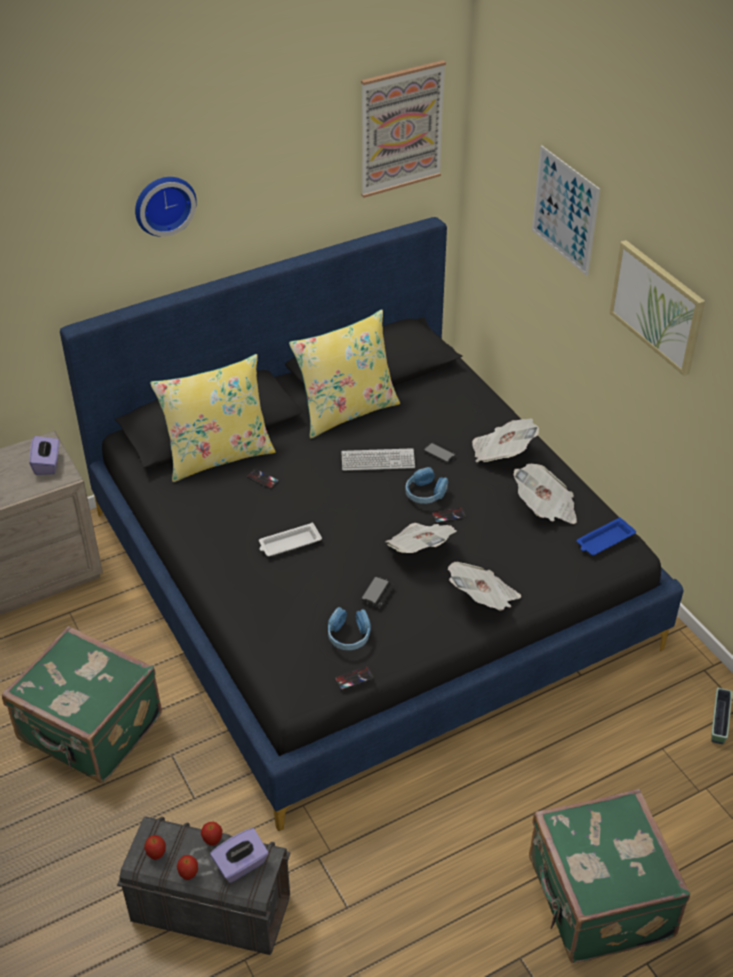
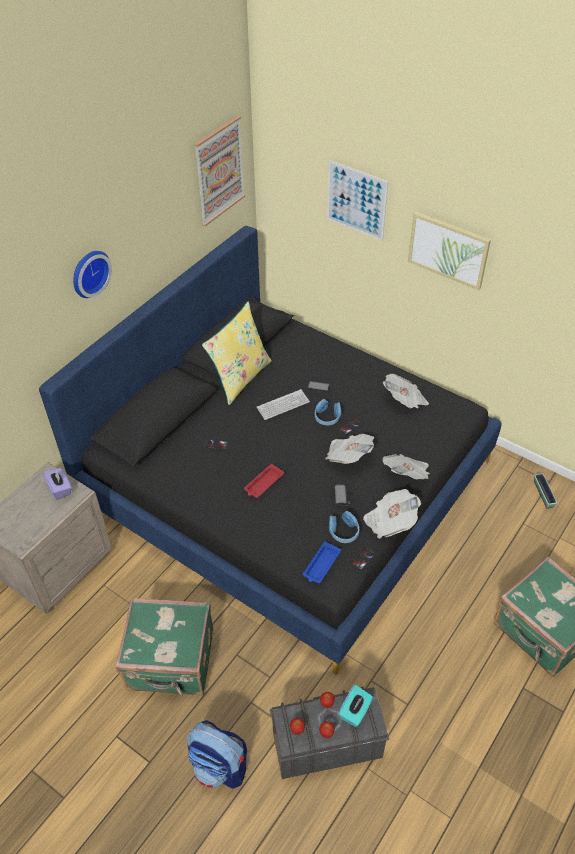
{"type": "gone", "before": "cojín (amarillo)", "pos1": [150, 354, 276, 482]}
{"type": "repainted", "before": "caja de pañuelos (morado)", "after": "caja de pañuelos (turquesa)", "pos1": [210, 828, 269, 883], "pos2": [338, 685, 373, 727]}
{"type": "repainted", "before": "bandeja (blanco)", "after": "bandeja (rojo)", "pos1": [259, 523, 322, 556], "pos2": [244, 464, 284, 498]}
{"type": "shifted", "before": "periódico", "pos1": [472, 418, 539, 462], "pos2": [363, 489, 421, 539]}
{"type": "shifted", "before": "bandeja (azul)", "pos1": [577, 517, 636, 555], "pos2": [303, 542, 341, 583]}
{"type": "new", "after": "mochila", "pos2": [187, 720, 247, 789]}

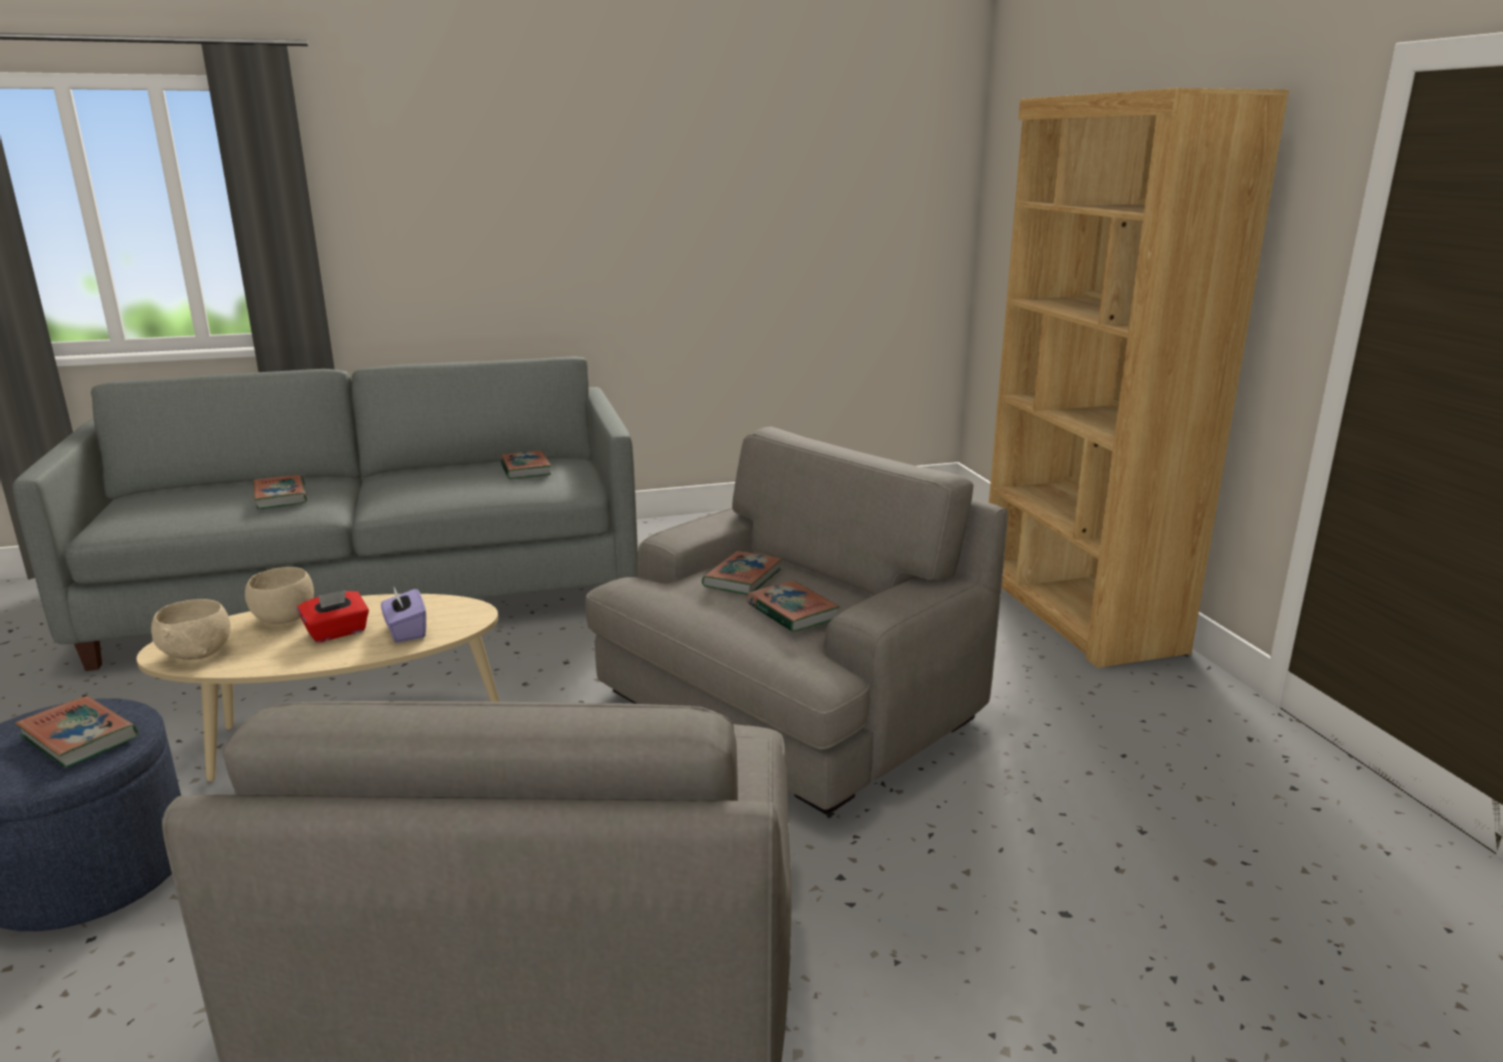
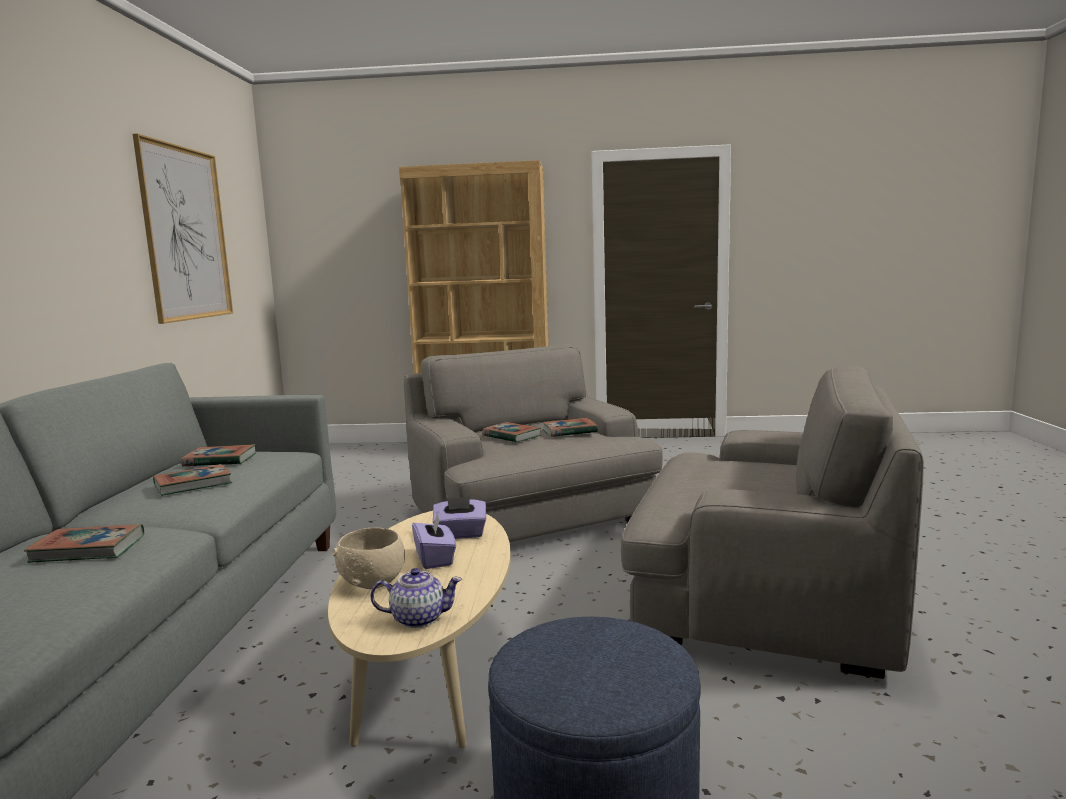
{"type": "shifted", "before": "libro", "pos1": [15, 696, 138, 768], "pos2": [153, 464, 232, 496]}
{"type": "swapped", "before": "cuenco (beis)", "after": "tetera", "pos1": [151, 599, 231, 660], "pos2": [370, 568, 462, 628]}
{"type": "repainted", "before": "caja de pañuelos (rojo)", "after": "caja de pañuelos (morado)", "pos1": [297, 590, 369, 643], "pos2": [412, 512, 456, 569]}
{"type": "new", "after": "cuadro", "pos2": [133, 134, 233, 324]}

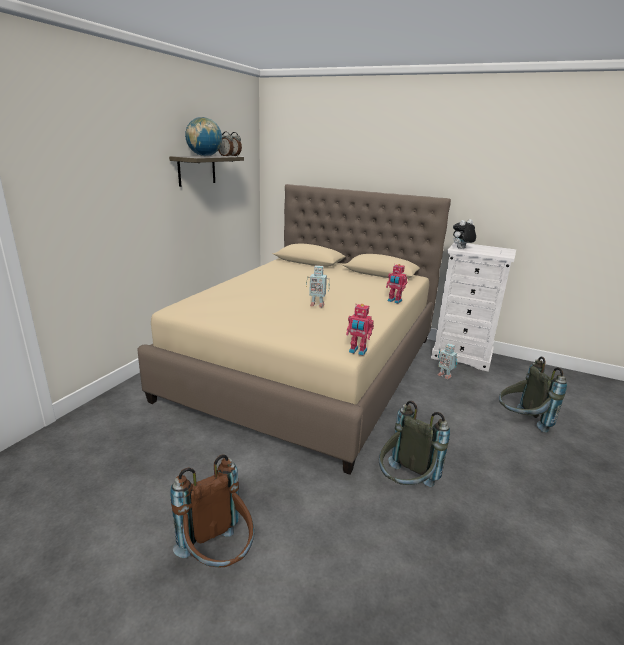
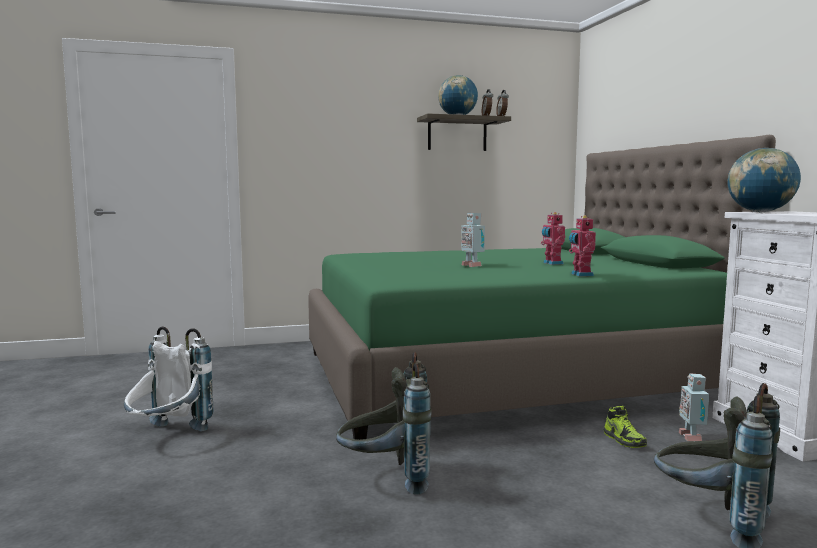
{"type": "repainted", "before": "cama (beis)", "after": "cama (verde)", "pos1": [137, 184, 451, 475], "pos2": [308, 135, 776, 440]}
{"type": "repainted", "before": "mochila (marrón)", "after": "mochila (blanco)", "pos1": [170, 454, 254, 567], "pos2": [124, 326, 214, 431]}
{"type": "shifted", "before": "robot de juguete", "pos1": [346, 304, 374, 356], "pos2": [541, 212, 565, 265]}
{"type": "swapped", "before": "peluche", "after": "globo terráqueo", "pos1": [453, 219, 476, 249], "pos2": [727, 148, 801, 212]}
{"type": "new", "after": "zapato", "pos2": [604, 406, 647, 448]}

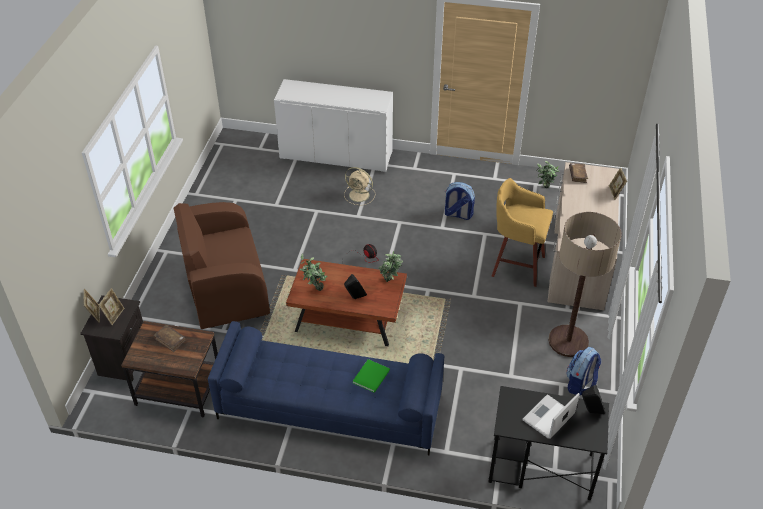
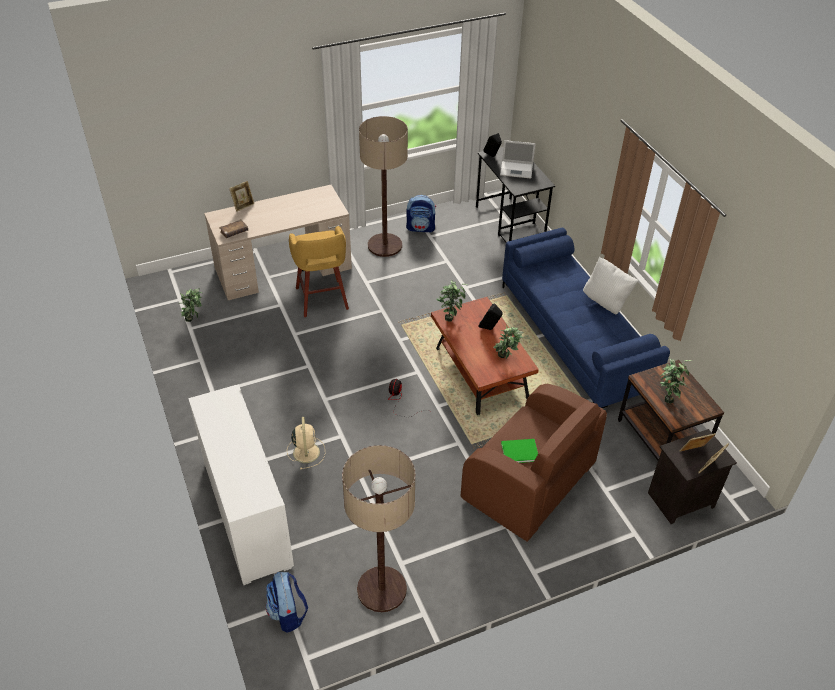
{"type": "swapped", "before": "libro (marrón)", "after": "planta en maceta", "pos1": [154, 325, 186, 352], "pos2": [660, 358, 692, 404]}
{"type": "shifted", "before": "libro (verde)", "pos1": [353, 359, 390, 393], "pos2": [501, 439, 538, 463]}
{"type": "shifted", "before": "mochila", "pos1": [445, 182, 475, 220], "pos2": [266, 572, 308, 633]}
{"type": "new", "after": "lámpara de pie", "pos2": [342, 445, 416, 612]}
{"type": "new", "after": "cojín (blanco)", "pos2": [583, 257, 638, 314]}

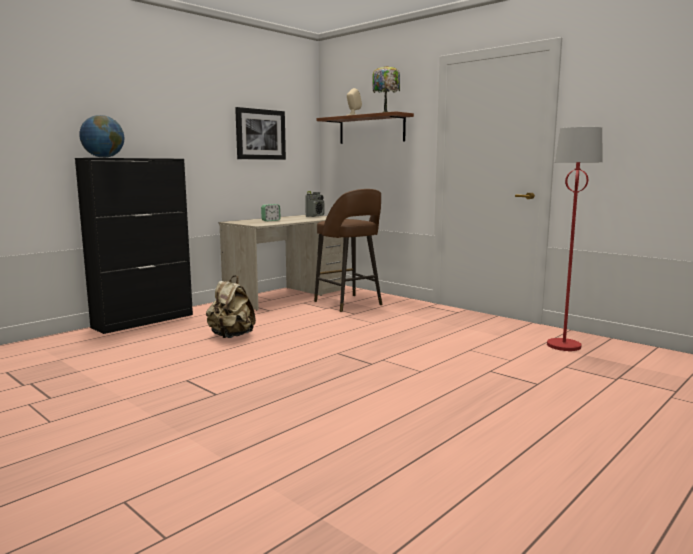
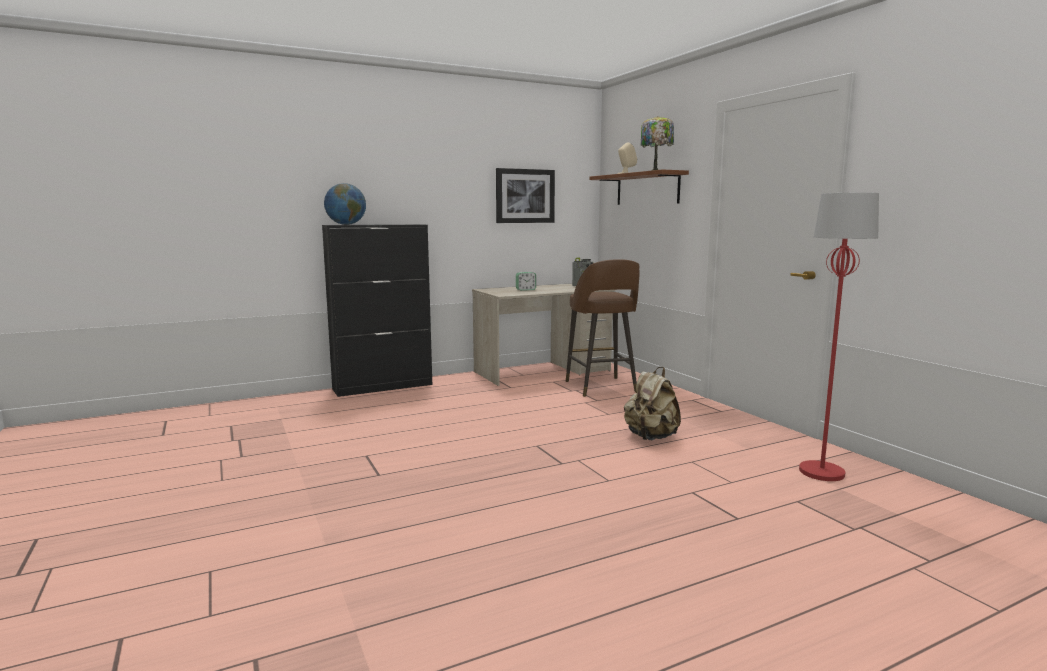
{"type": "shifted", "before": "mochila (beis)", "pos1": [206, 275, 256, 338], "pos2": [624, 367, 681, 440]}

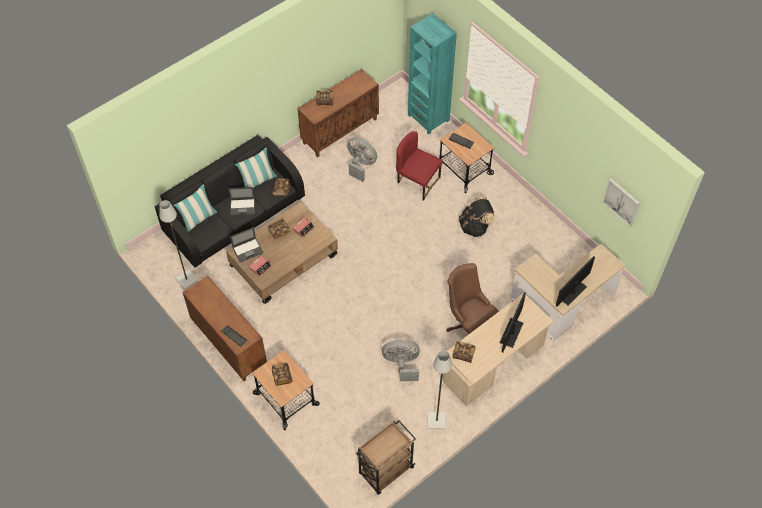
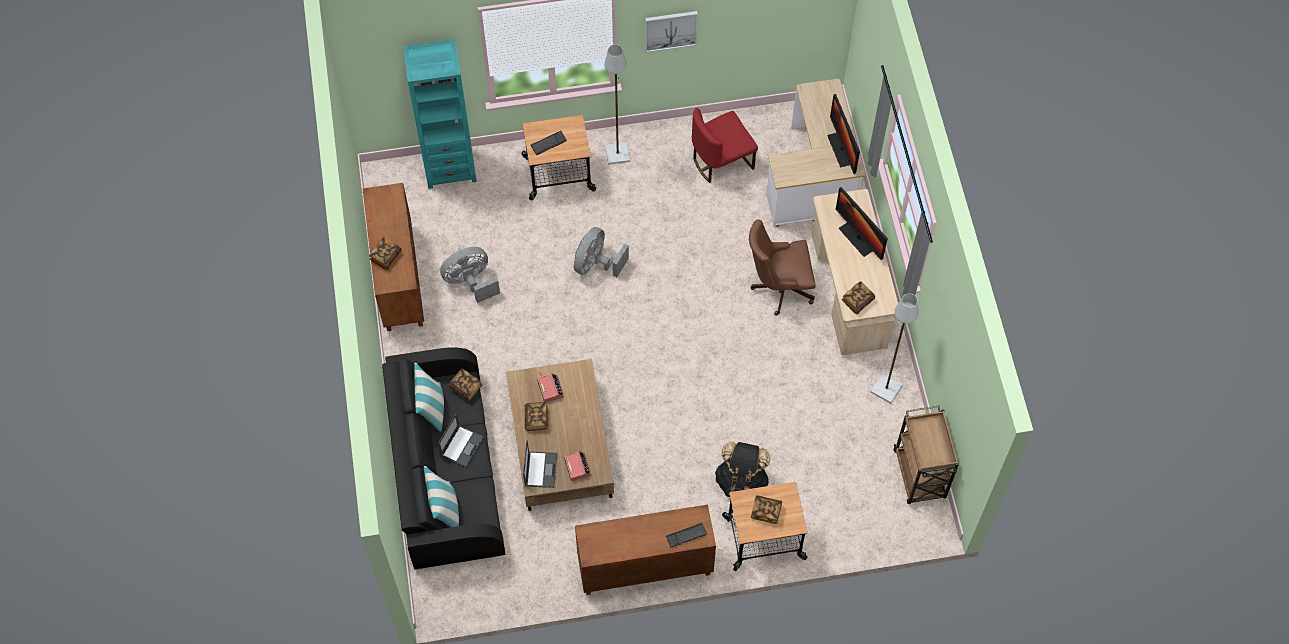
{"type": "shifted", "before": "lámpara de pie (gris)", "pos1": [159, 200, 198, 290], "pos2": [604, 44, 630, 165]}
{"type": "shifted", "before": "ventilador (gris)", "pos1": [382, 340, 420, 381], "pos2": [574, 227, 629, 277]}
{"type": "shifted", "before": "silla (rojo)", "pos1": [396, 131, 443, 201], "pos2": [692, 108, 758, 183]}
{"type": "shifted", "before": "mochila (negro)", "pos1": [459, 197, 495, 237], "pos2": [715, 442, 770, 497]}
{"type": "shifted", "before": "cuadro", "pos1": [602, 179, 640, 227], "pos2": [645, 11, 698, 52]}

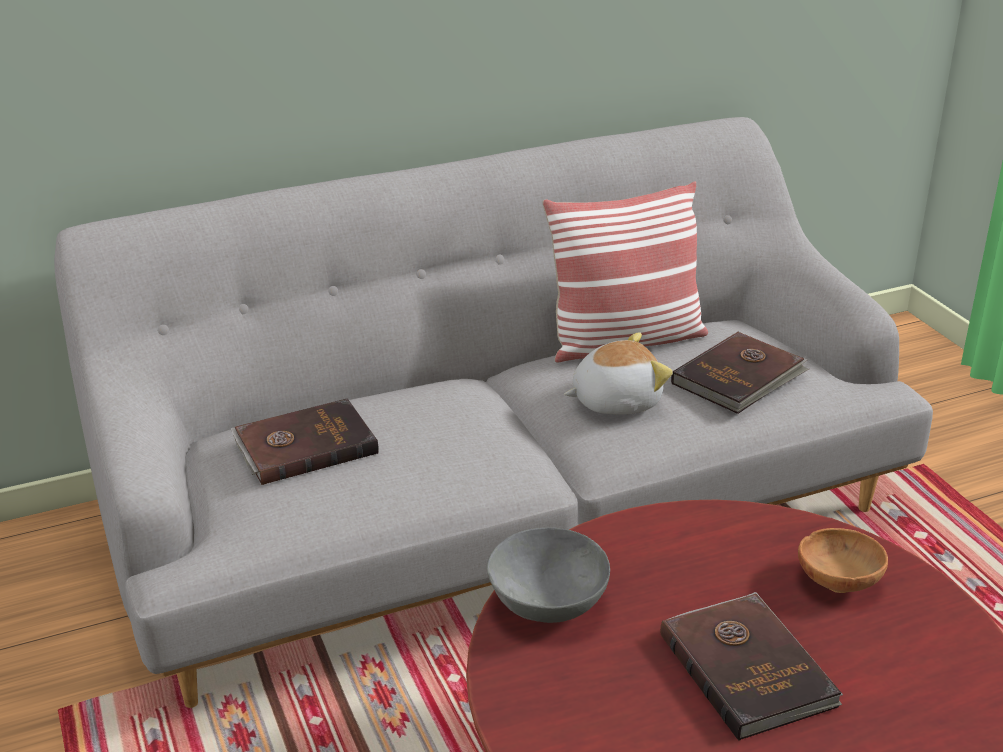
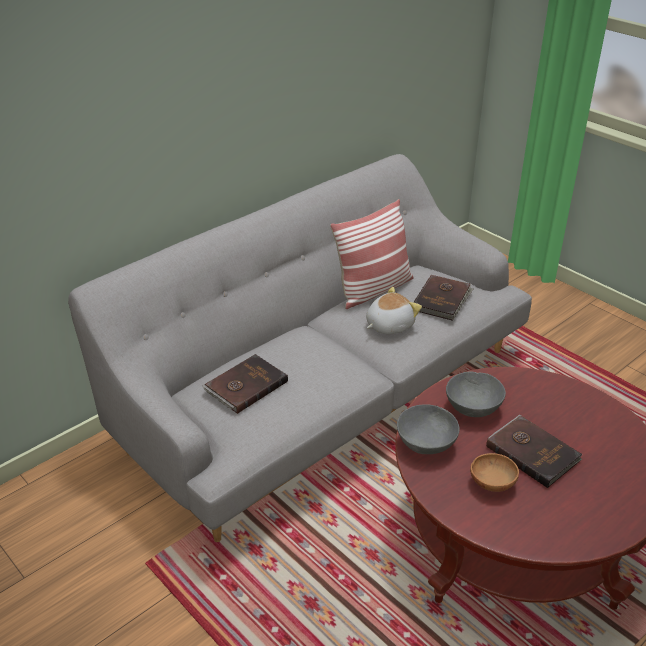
{"type": "shifted", "before": "cuenco (marrón)", "pos1": [798, 528, 888, 593], "pos2": [470, 453, 519, 492]}
{"type": "new", "after": "cuenco (gris)", "pos2": [446, 371, 506, 417]}

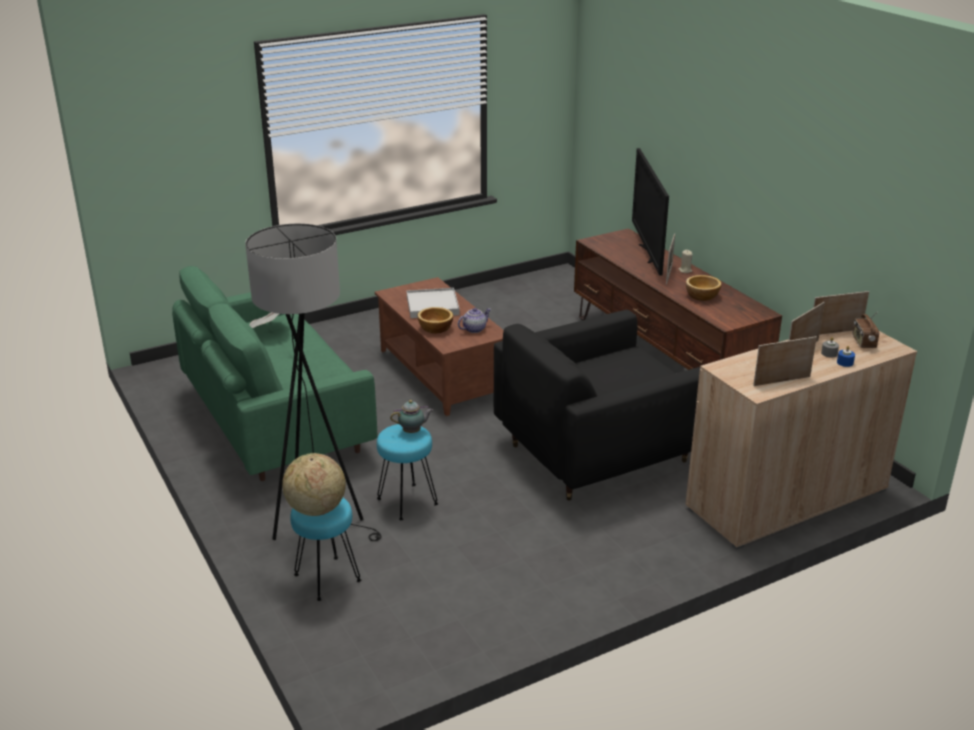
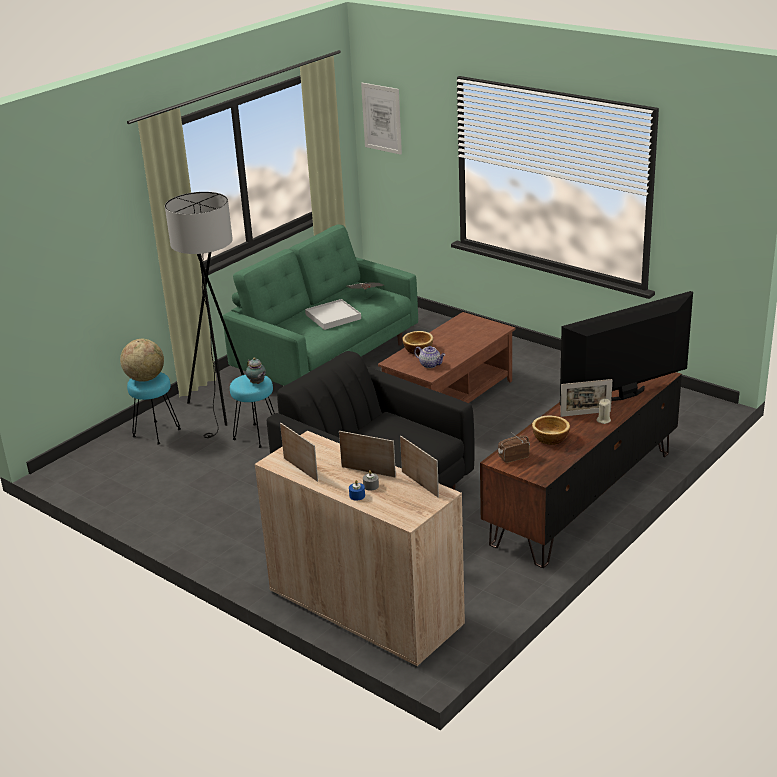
{"type": "shifted", "before": "bandeja (blanco)", "pos1": [407, 288, 460, 318], "pos2": [305, 299, 361, 330]}
{"type": "shifted", "before": "radio", "pos1": [852, 312, 879, 348], "pos2": [498, 432, 530, 463]}
{"type": "new", "after": "cuadro", "pos2": [361, 83, 402, 155]}

